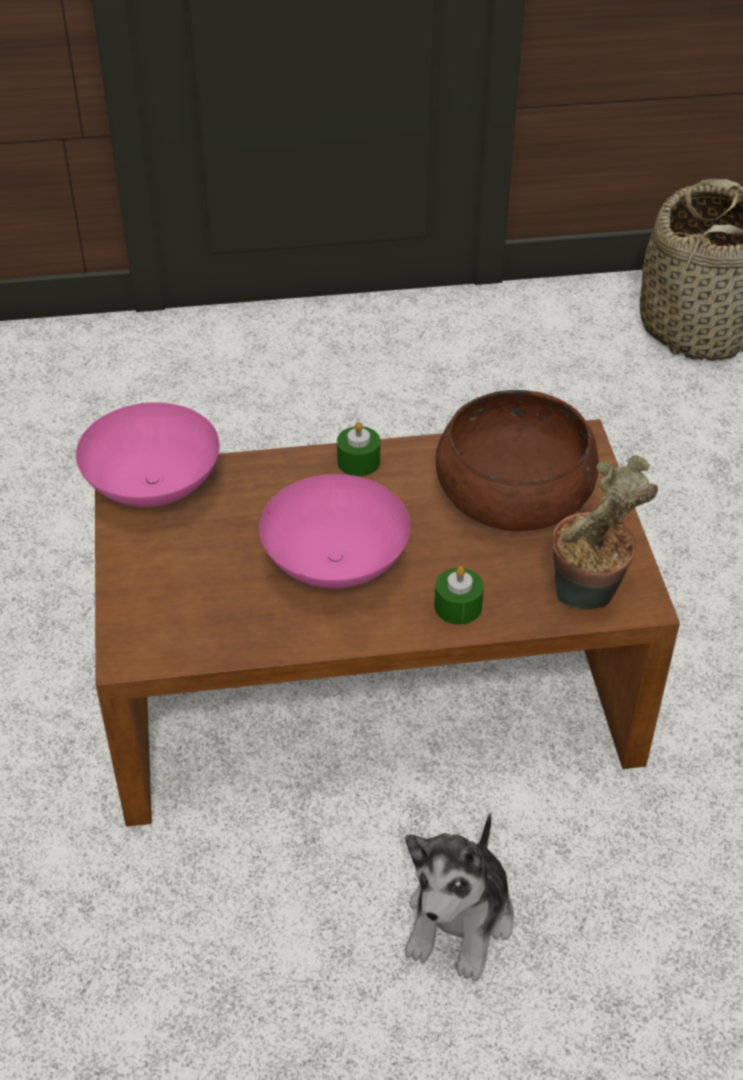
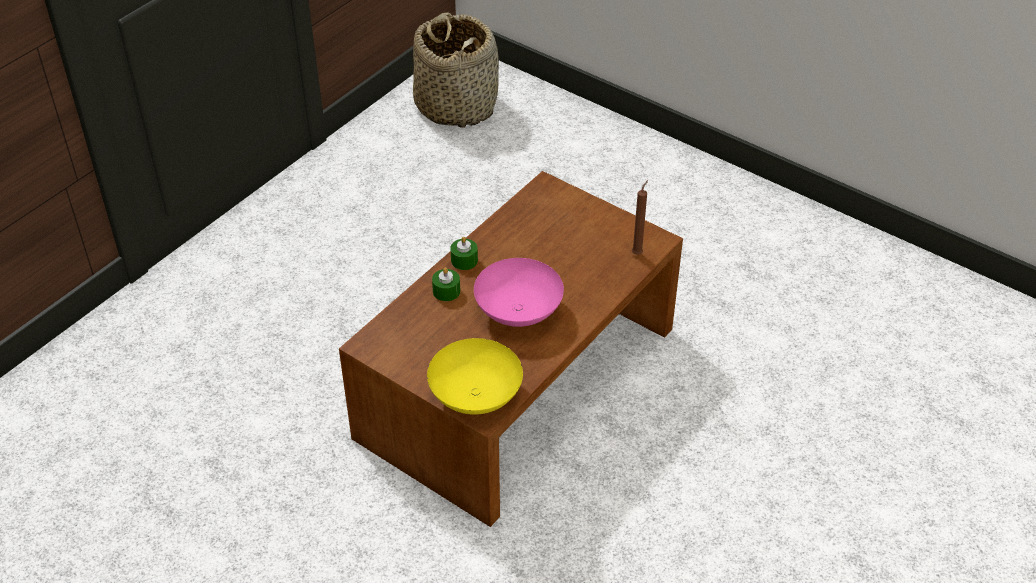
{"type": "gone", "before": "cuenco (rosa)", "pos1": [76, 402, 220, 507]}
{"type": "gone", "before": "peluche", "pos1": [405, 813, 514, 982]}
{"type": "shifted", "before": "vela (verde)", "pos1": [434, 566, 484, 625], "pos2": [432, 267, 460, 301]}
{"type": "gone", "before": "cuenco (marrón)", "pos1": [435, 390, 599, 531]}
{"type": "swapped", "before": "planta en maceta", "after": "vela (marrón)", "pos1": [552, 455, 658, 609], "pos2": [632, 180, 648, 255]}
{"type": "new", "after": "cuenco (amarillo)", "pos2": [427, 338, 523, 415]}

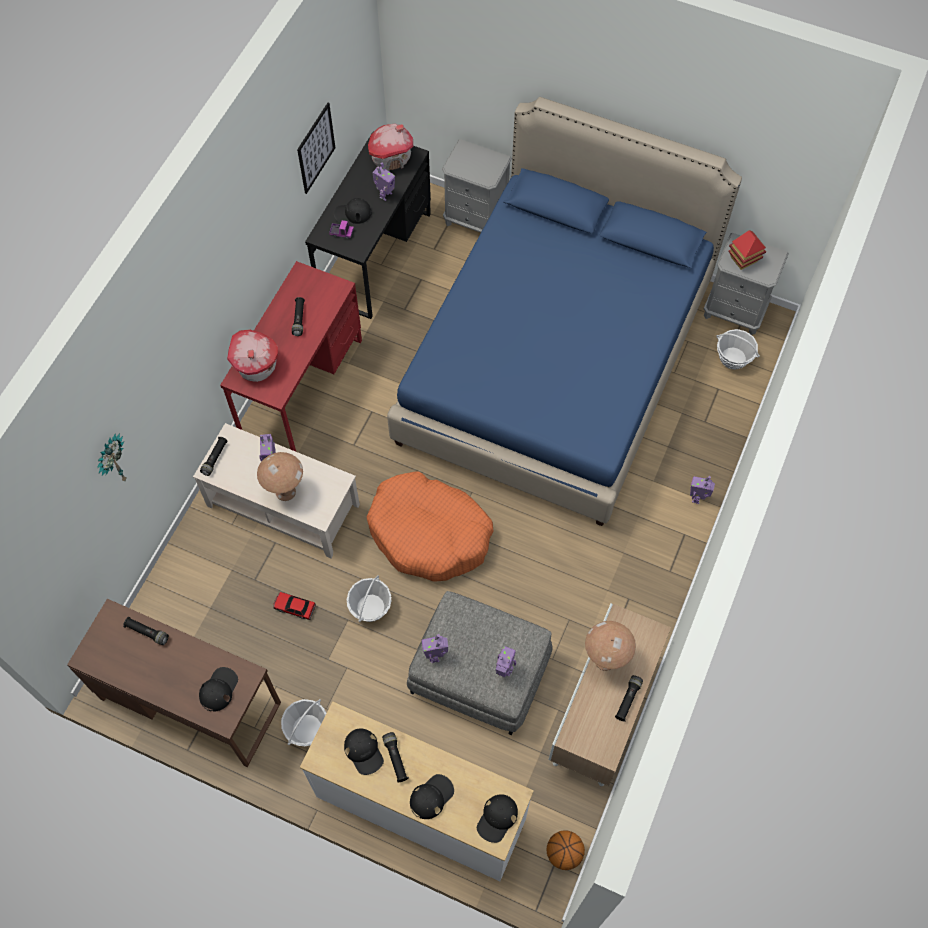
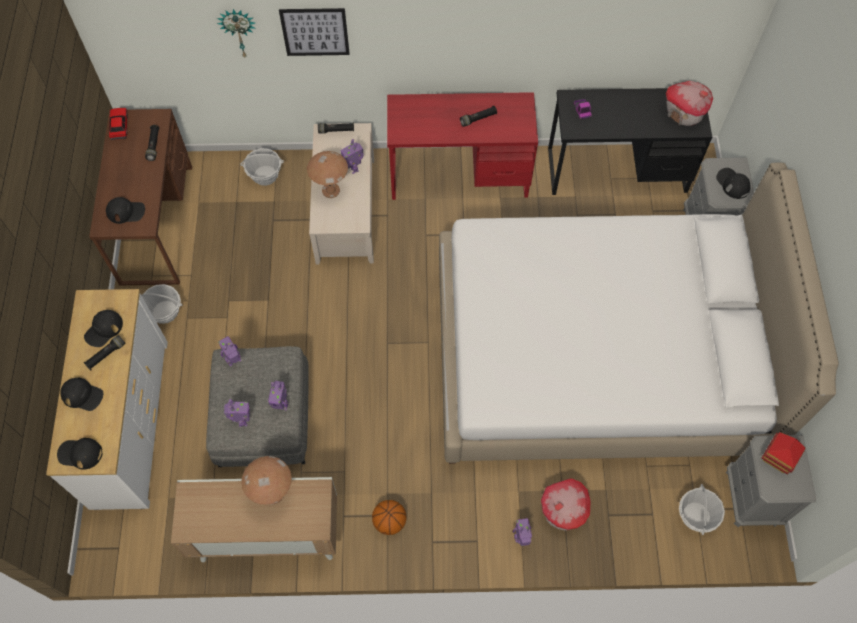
{"type": "shifted", "before": "casita", "pos1": [227, 329, 278, 382], "pos2": [541, 478, 590, 531]}
{"type": "shifted", "before": "coche de juguete", "pos1": [273, 592, 316, 620], "pos2": [109, 108, 128, 140]}
{"type": "shifted", "before": "cuadro", "pos1": [297, 103, 335, 194], "pos2": [279, 8, 350, 56]}
{"type": "shifted", "before": "gorra (negro)", "pos1": [334, 198, 372, 224], "pos2": [716, 168, 751, 199]}
{"type": "shifted", "before": "cesta", "pos1": [347, 575, 392, 622], "pos2": [240, 148, 284, 186]}
{"type": "gone", "before": "cama para perro (naranja)", "pos1": [366, 471, 494, 582]}
{"type": "shifted", "before": "robot de juguete", "pos1": [372, 162, 395, 201], "pos2": [268, 381, 288, 410]}
{"type": "repainted", "before": "cama (azul)", "after": "cama (blanco)", "pos1": [387, 97, 742, 526], "pos2": [439, 163, 839, 464]}
{"type": "shifted", "before": "balón de baloncesto", "pos1": [547, 830, 585, 870], "pos2": [372, 500, 406, 535]}
{"type": "gone", "before": "linterna (negro)", "pos1": [615, 675, 643, 722]}

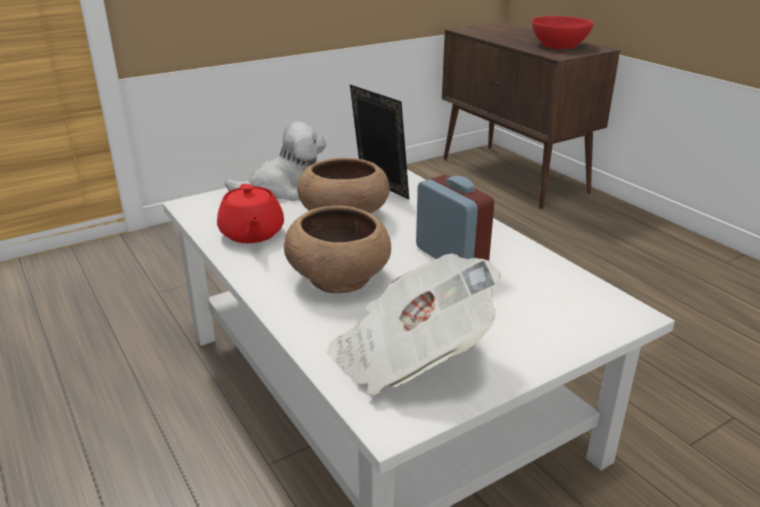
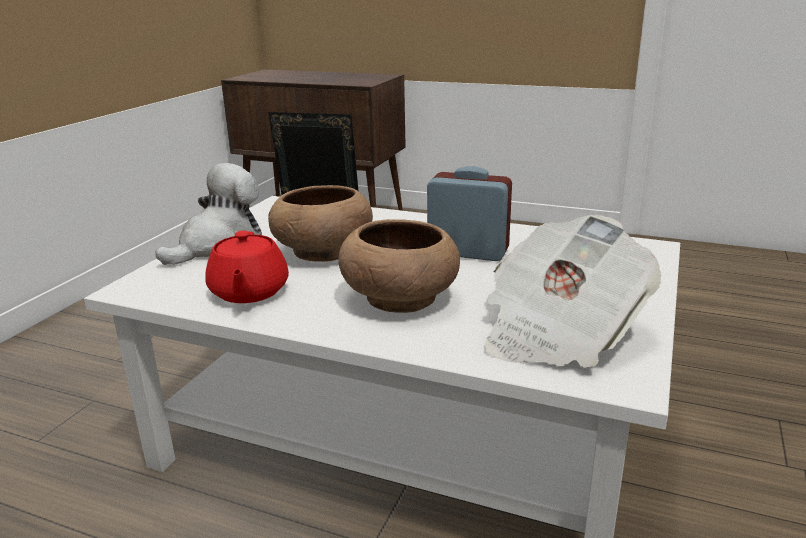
{"type": "rotated", "before": "tetera (rojo)", "pos1": [217, 184, 284, 243], "pos2": [205, 231, 289, 303], "turn": 45}
{"type": "gone", "before": "cuenco (rojo)", "pos1": [532, 16, 593, 49]}

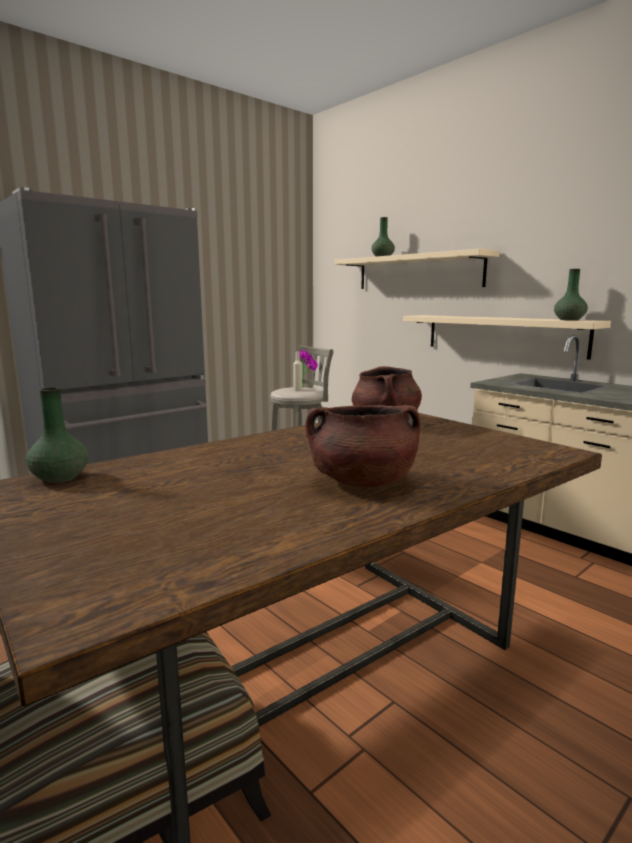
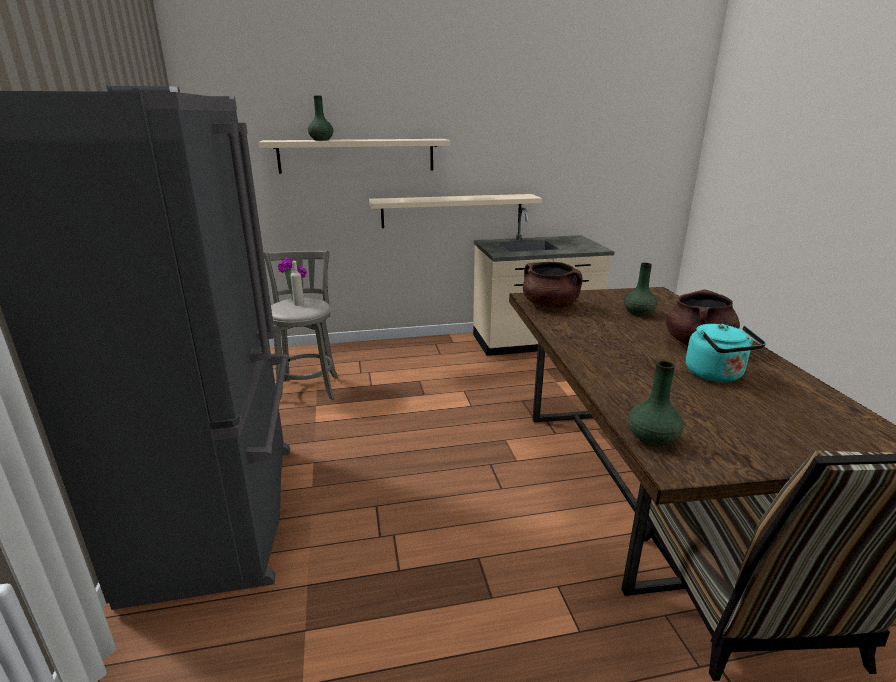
{"type": "shifted", "before": "florero (verde)", "pos1": [554, 269, 588, 320], "pos2": [624, 263, 658, 316]}
{"type": "new", "after": "hervidor (turquesa)", "pos2": [686, 324, 766, 382]}

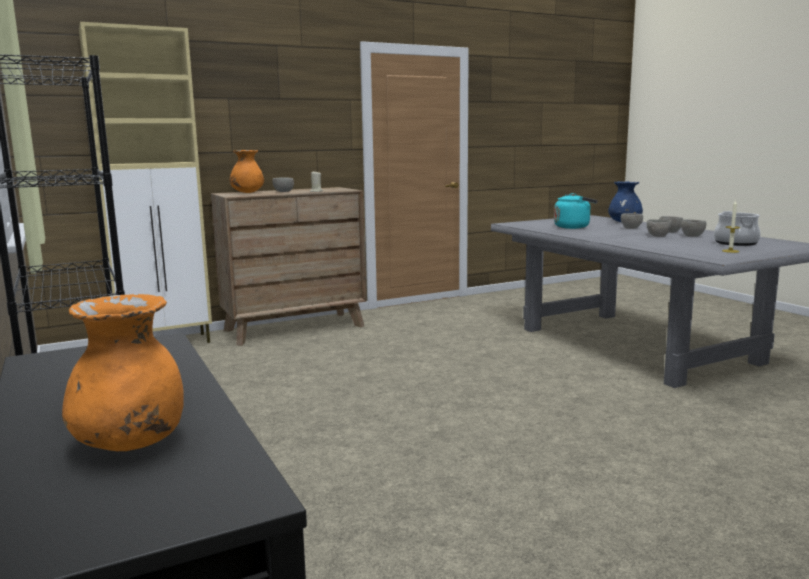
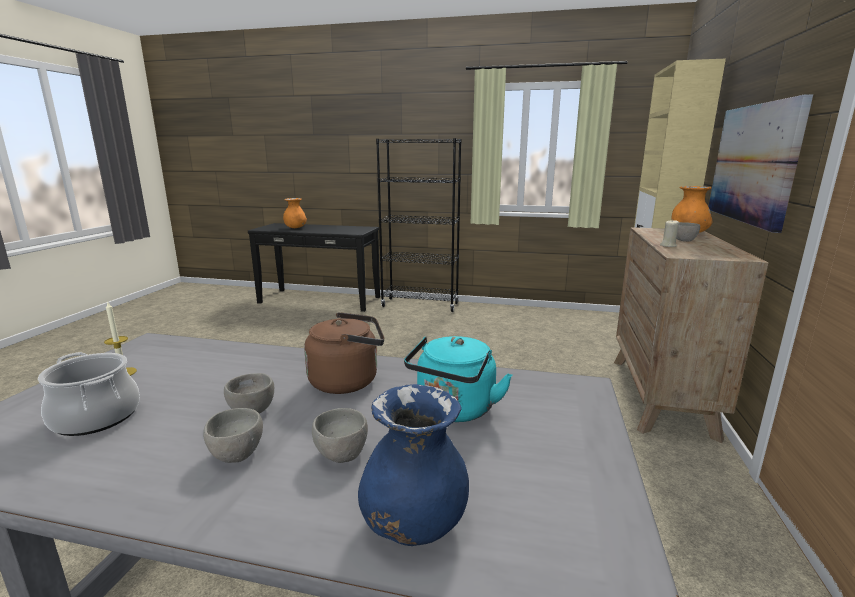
{"type": "gone", "before": "cuenco (gris)", "pos1": [681, 219, 706, 237]}
{"type": "new", "after": "hervidor (marrón)", "pos2": [304, 312, 384, 394]}
{"type": "new", "after": "cuadro", "pos2": [709, 94, 813, 233]}

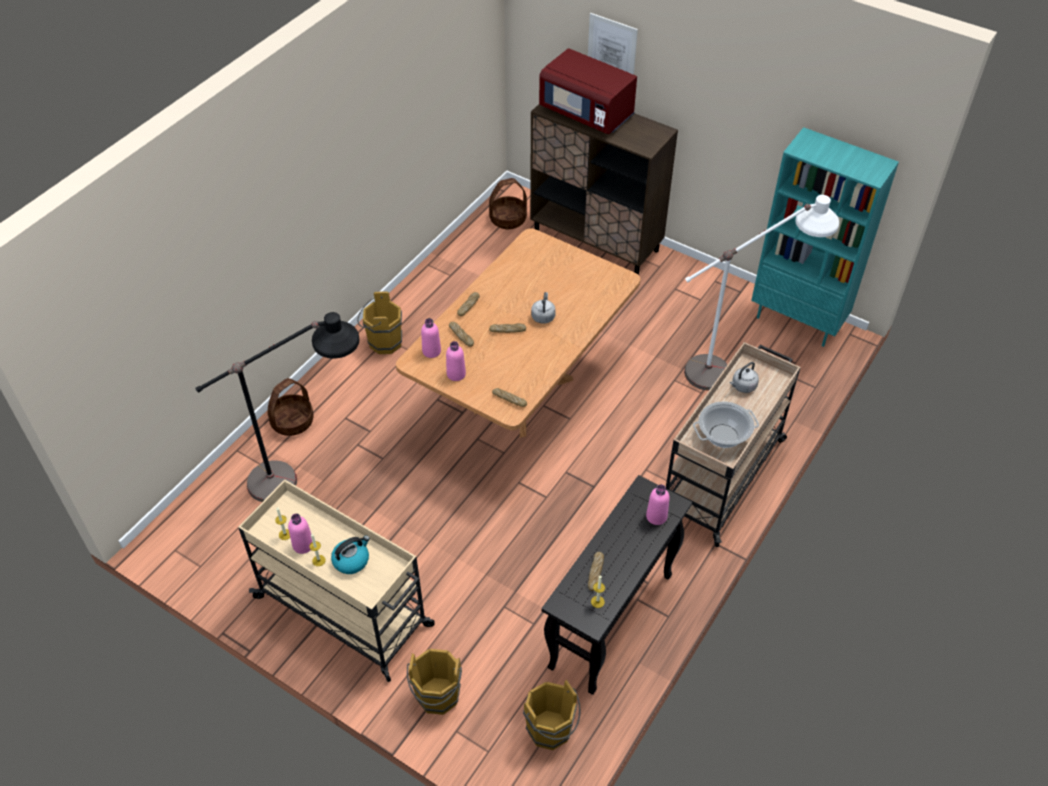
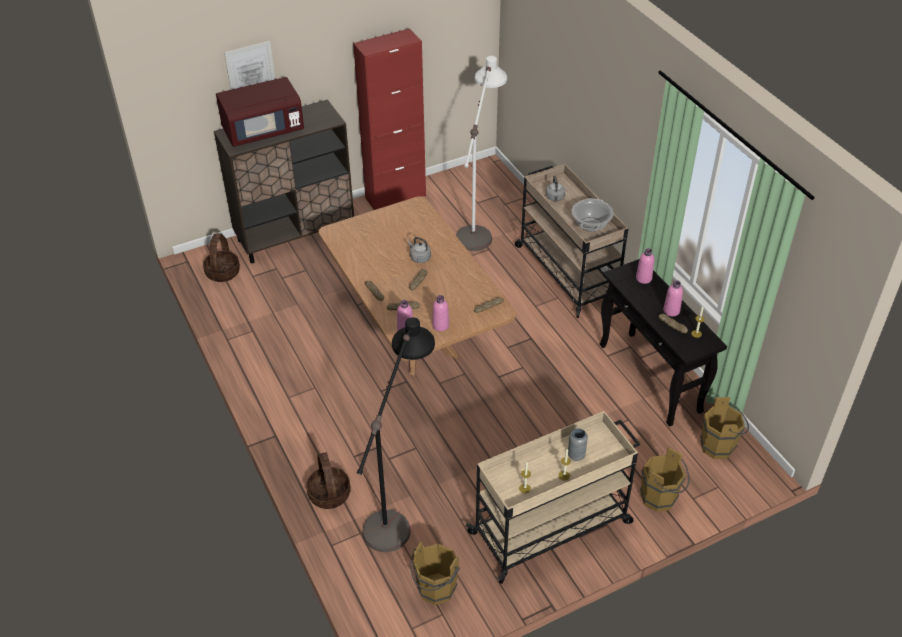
{"type": "shifted", "before": "botella (rosa)", "pos1": [288, 514, 312, 554], "pos2": [663, 280, 683, 316]}
{"type": "swapped", "before": "hervidor", "after": "florero (gris)", "pos1": [331, 535, 370, 574], "pos2": [568, 428, 588, 461]}
{"type": "shifted", "before": "cubo (marrón)", "pos1": [357, 291, 402, 354], "pos2": [410, 541, 460, 605]}
{"type": "gone", "before": "estantería (turquesa)", "pos1": [751, 127, 899, 347]}
{"type": "new", "after": "armario (rojo)", "pos2": [353, 28, 426, 210]}

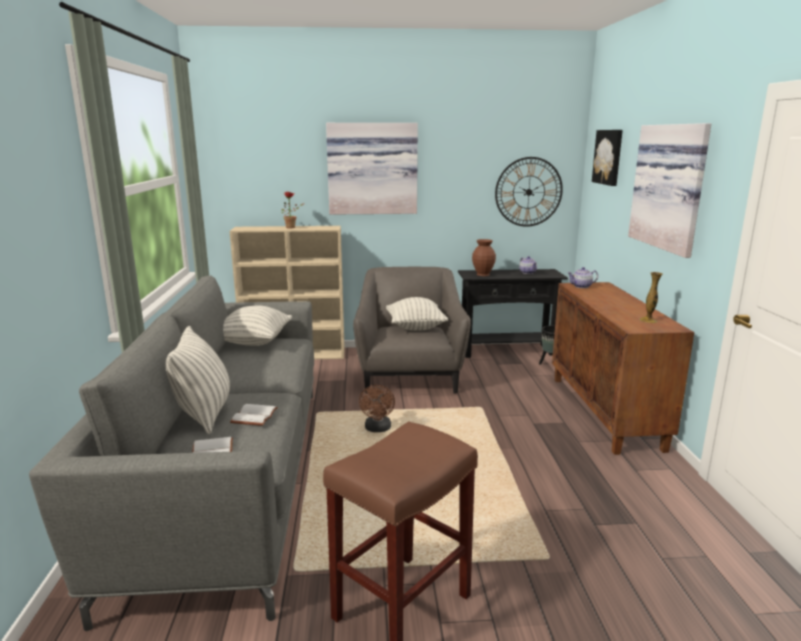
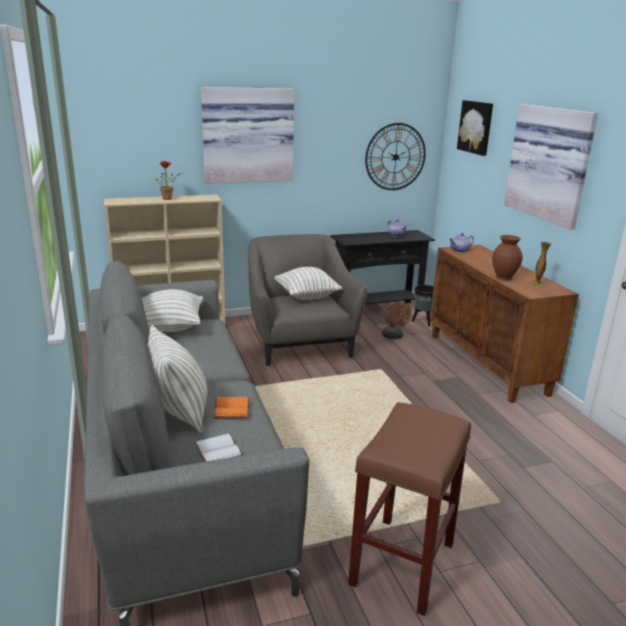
{"type": "repainted", "before": "libro (blanco)", "after": "libro (naranja)", "pos1": [230, 404, 278, 426], "pos2": [214, 397, 249, 419]}
{"type": "shifted", "before": "ventilador (marrón)", "pos1": [359, 385, 395, 432], "pos2": [382, 302, 411, 339]}
{"type": "shifted", "before": "florero (marrón)", "pos1": [472, 239, 496, 276], "pos2": [492, 235, 523, 281]}

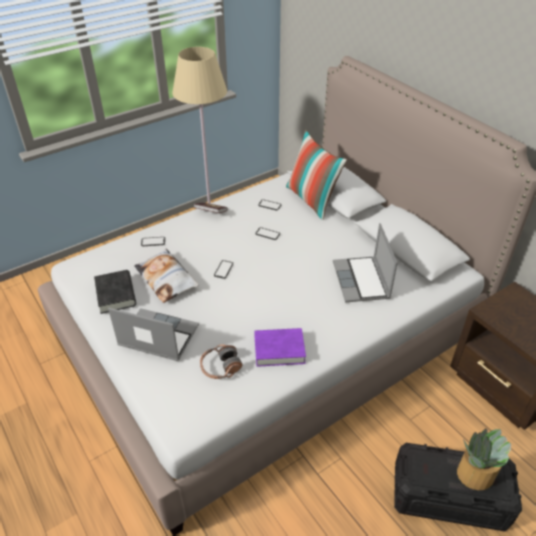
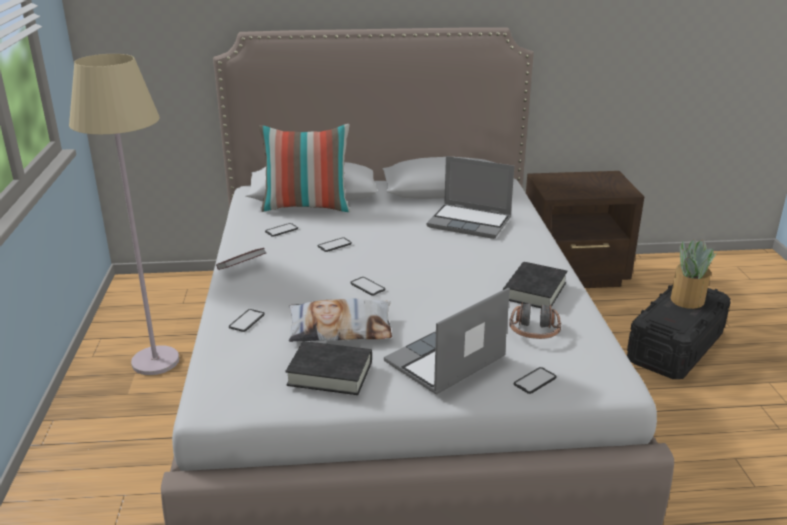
{"type": "repainted", "before": "libro (morado)", "after": "libro (negro)", "pos1": [254, 328, 306, 367], "pos2": [503, 262, 567, 308]}
{"type": "new", "after": "móvil", "pos2": [514, 367, 557, 394]}

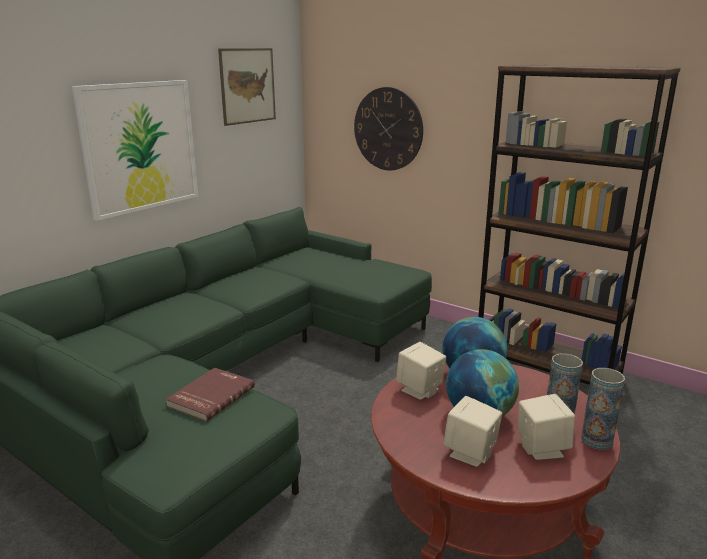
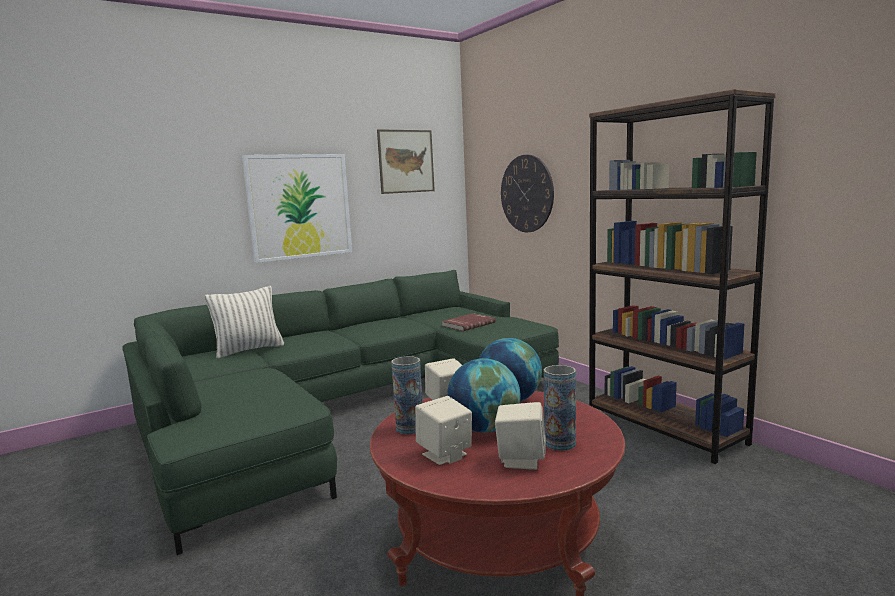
{"type": "shifted", "before": "libro (rojo)", "pos1": [165, 368, 255, 422], "pos2": [442, 313, 496, 331]}
{"type": "shifted", "before": "florero", "pos1": [581, 368, 625, 450], "pos2": [391, 356, 423, 435]}
{"type": "new", "after": "cojín", "pos2": [205, 286, 284, 358]}

